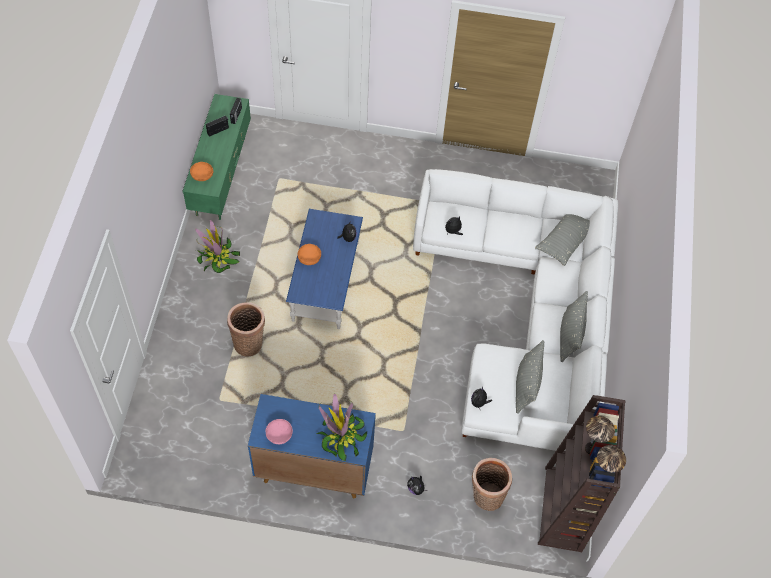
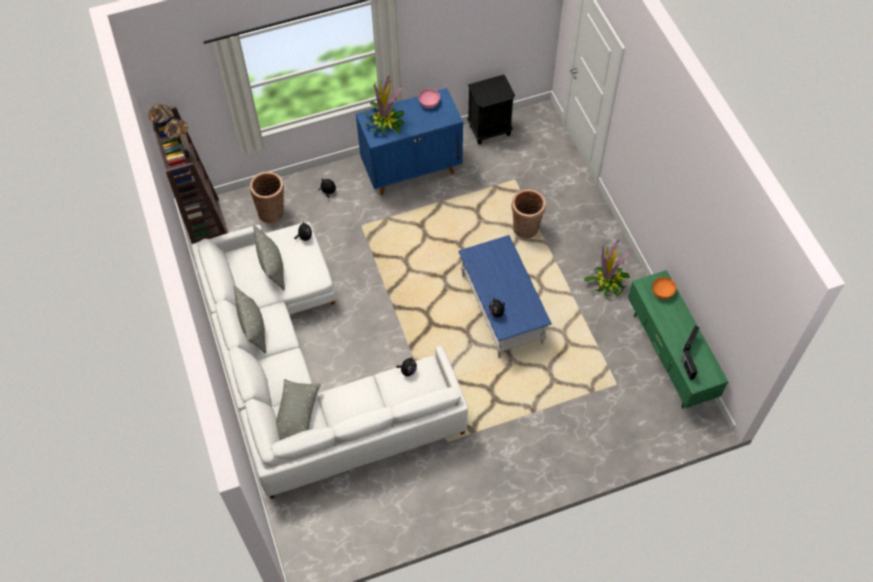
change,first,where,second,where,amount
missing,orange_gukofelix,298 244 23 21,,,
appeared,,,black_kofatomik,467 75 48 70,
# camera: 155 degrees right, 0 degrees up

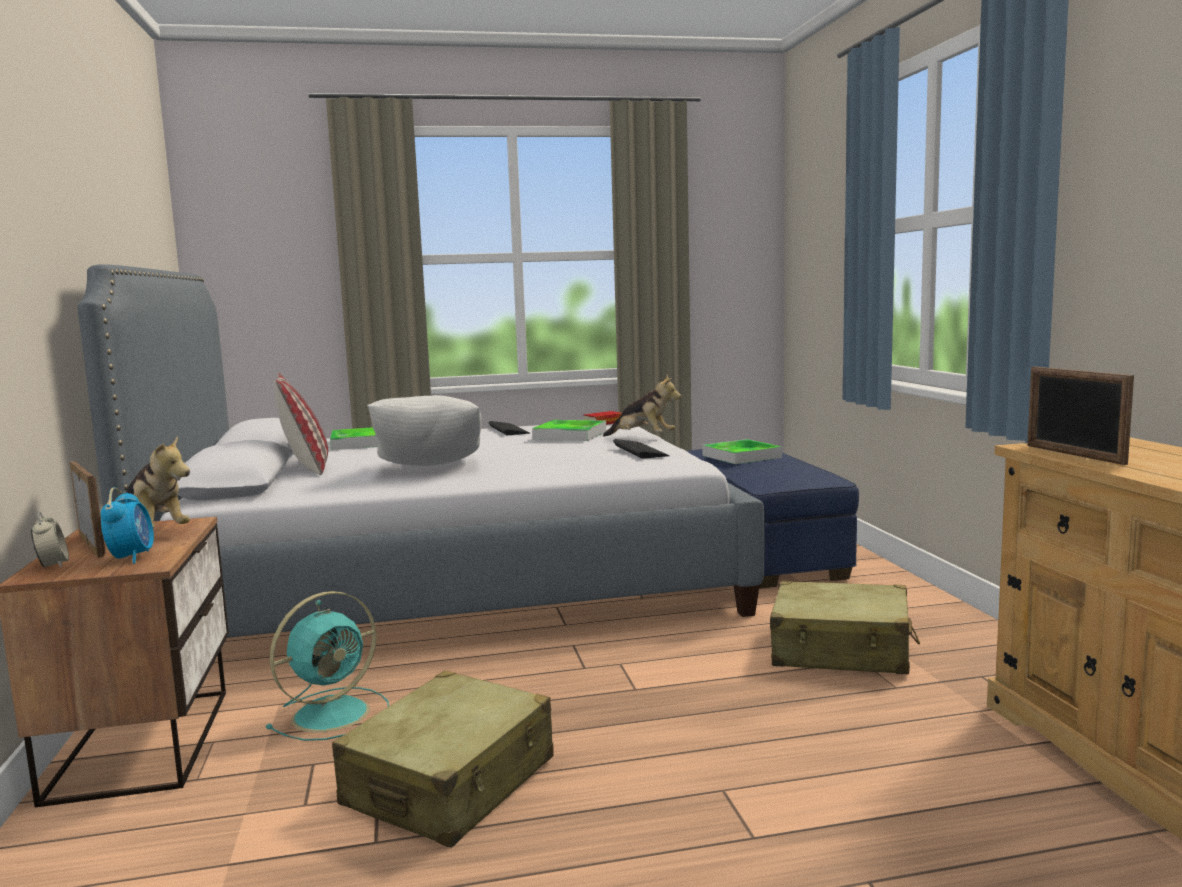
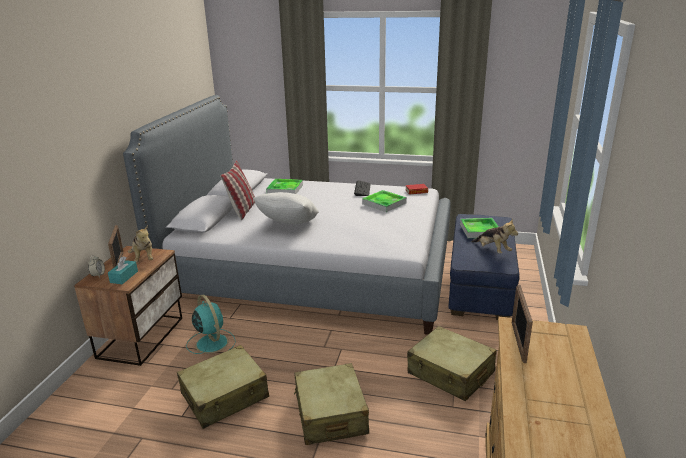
change,first,where,second,where,amount
relocated,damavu,603 375 78 62,,471 218 47 36,
missing,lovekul,613 439 57 20,,,
exchanged,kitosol,101 487 53 77,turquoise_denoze,108 256 30 28,
spun,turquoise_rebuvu,266 591 123 150,,186 295 50 59,105 degrees counterclockwise
appeared,,,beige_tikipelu,294 363 75 82,
# camera: 25 degrees right, 15 degrees up

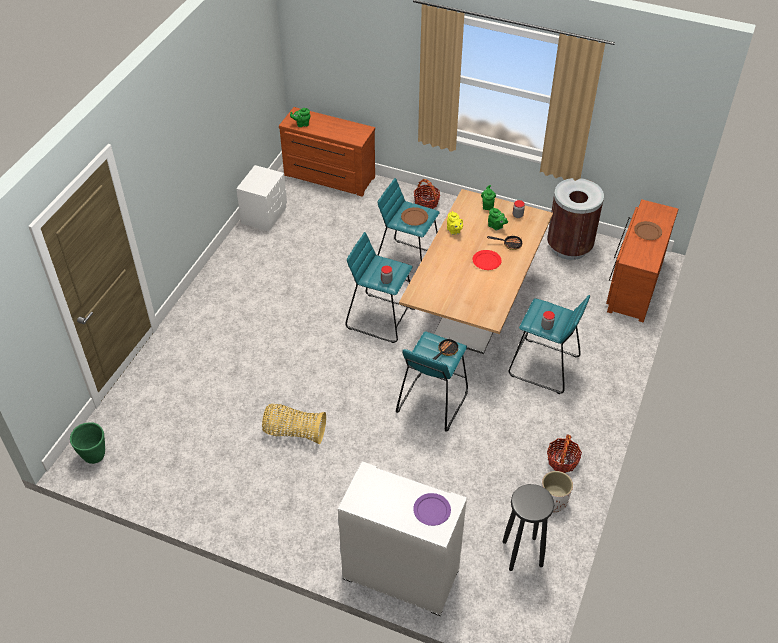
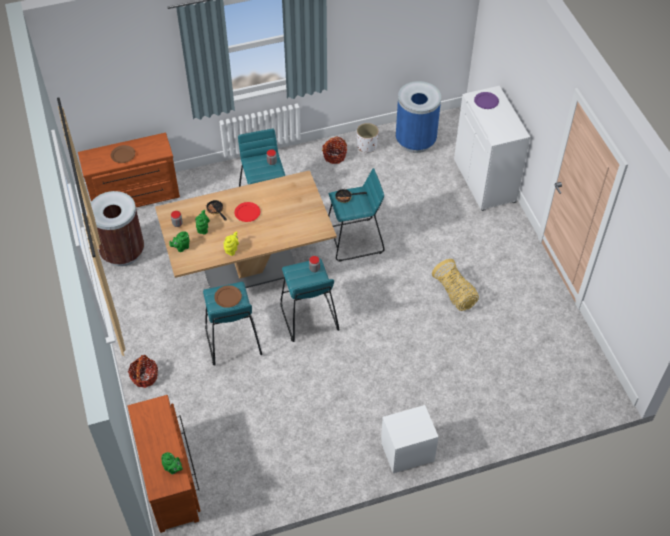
change,first,where,second,where,amount
relocated,white_kofatomik,236 165 51 66,,381 405 58 68,
missing,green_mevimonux,70 423 35 41,,,
exchanged,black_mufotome,503 484 51 87,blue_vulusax,396 81 45 72,
# camera: 130 degrees left, 5 degrees up

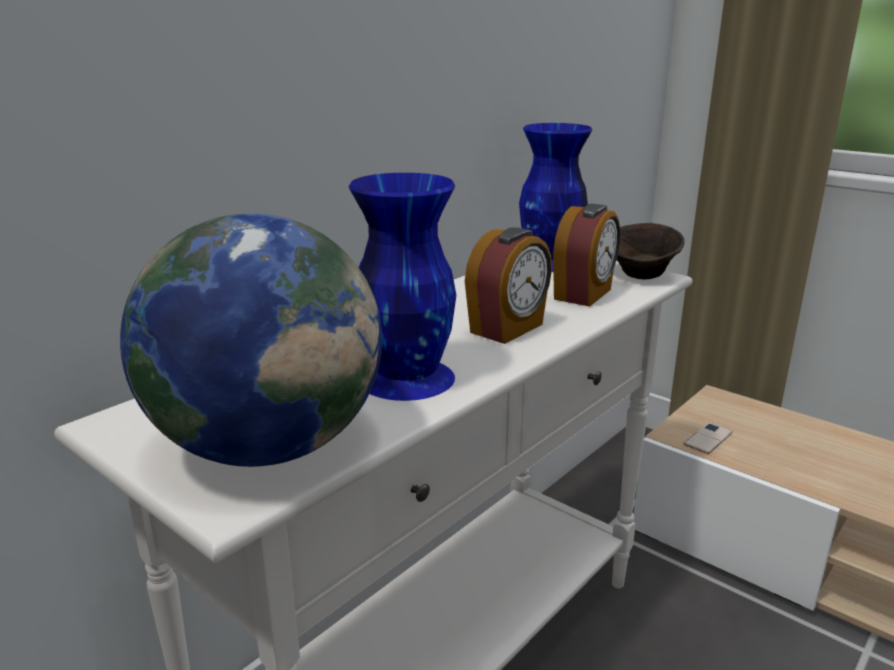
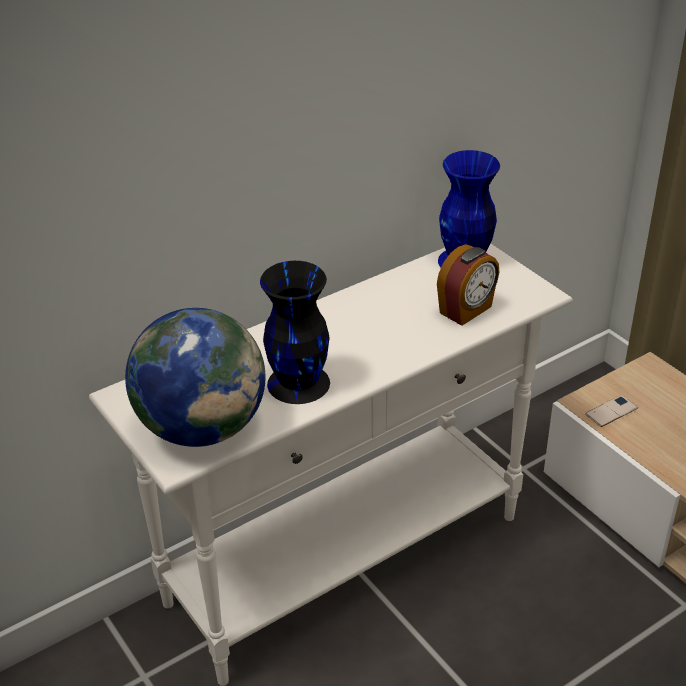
change,first,where,second,where,amount
colour,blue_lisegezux,349 173 107 228,black_lisegezux,260 261 70 143,
missing,brown_gukofelix,617 223 68 56,,,
missing,kitosol,465 227 87 117,,,
# camera: 15 degrees right, 15 degrees up

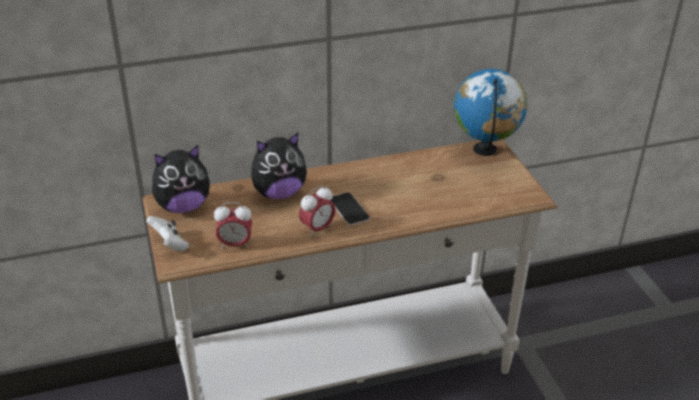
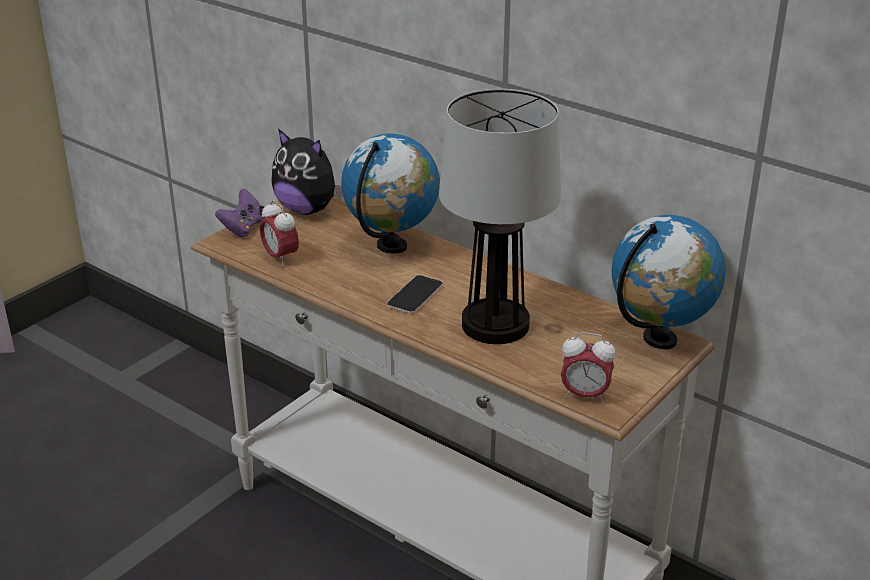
change,first,where,second,where,amount
exchanged,damavu,251 133 56 66,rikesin,341 134 99 120,
relocated,kitosol,299 185 37 52,,561 332 55 71,
colour,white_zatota,146 216 43 35,purple_zatota,215 188 50 49,
appeared,,,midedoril,439 89 122 255,
# camera: 55 degrees right, 5 degrees down

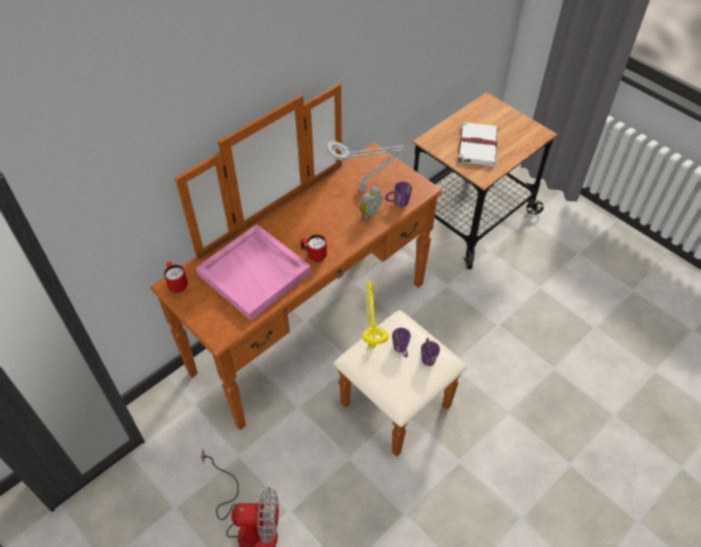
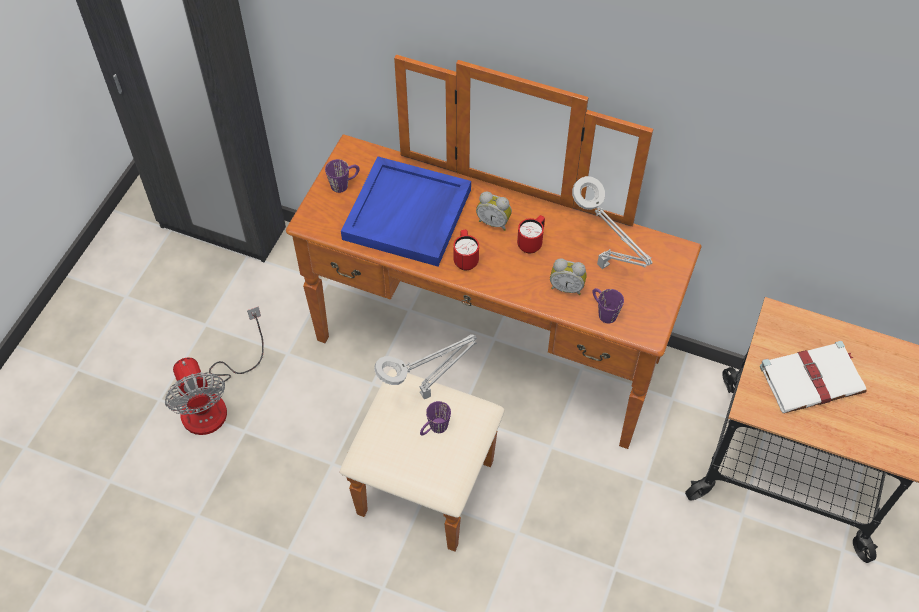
change,first,where,second,where,amount
colour,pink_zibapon,196 224 115 96,blue_zibapon,341 157 130 109,
relocated,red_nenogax,164 262 24 31,,517 215 28 39,
colour,yellow_midedoril,362 281 26 67,grey_midedoril,374 334 103 66,
relocated,purple_nenogax,421 338 19 28,,325 159 35 34,
appeared,,,kitosol,476 192 36 39,
# camera: 65 degrees right, 5 degrees up

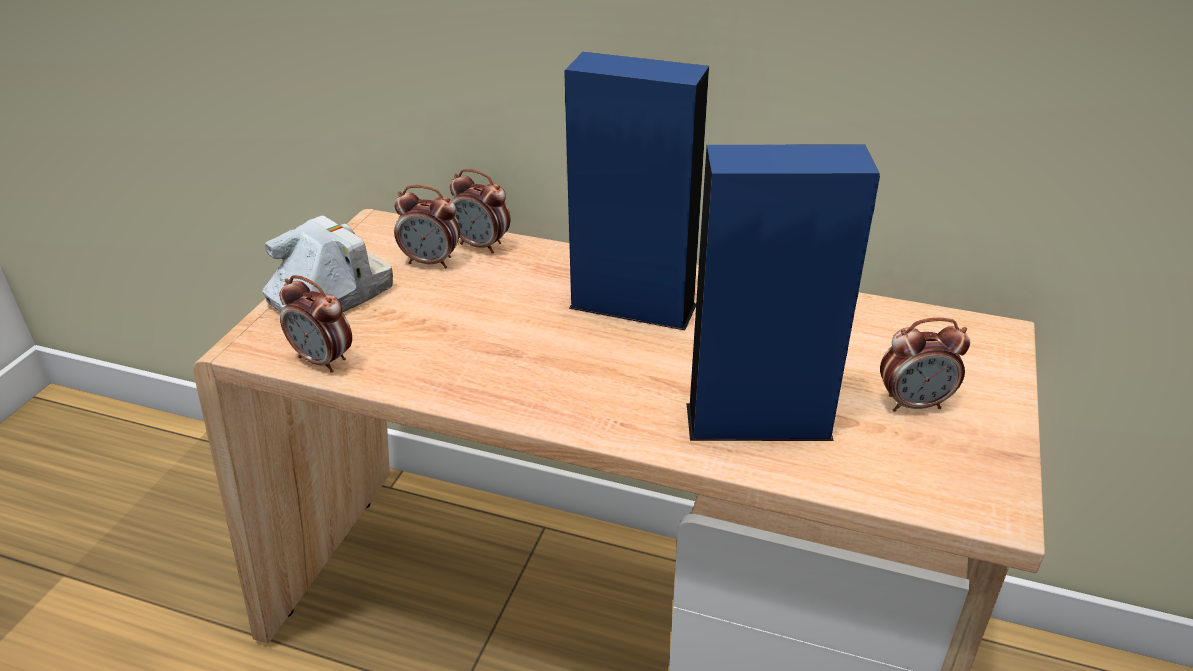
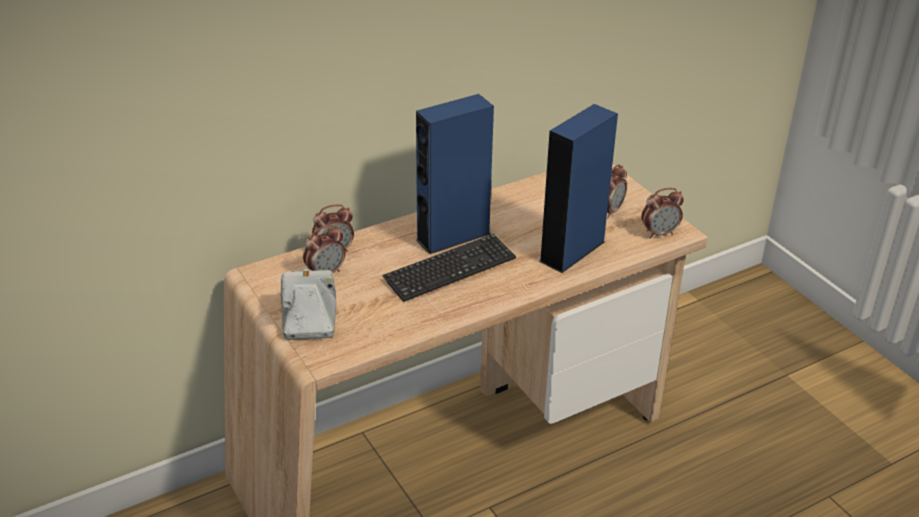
change,first,where,second,where,amount
relocated,kitosol,279 275 73 98,,641 188 43 50,
appeared,,,lovekul,383 234 133 68,
# camera: 50 degrees left, 0 degrees up

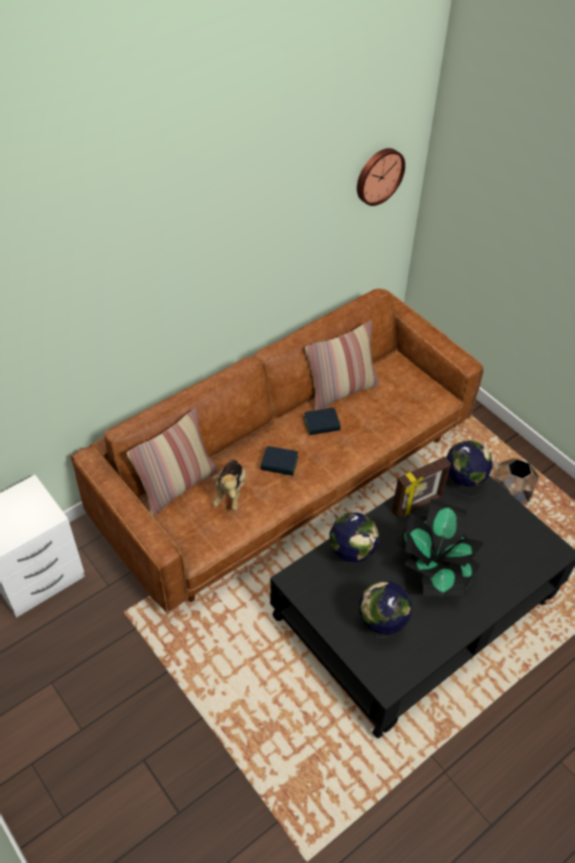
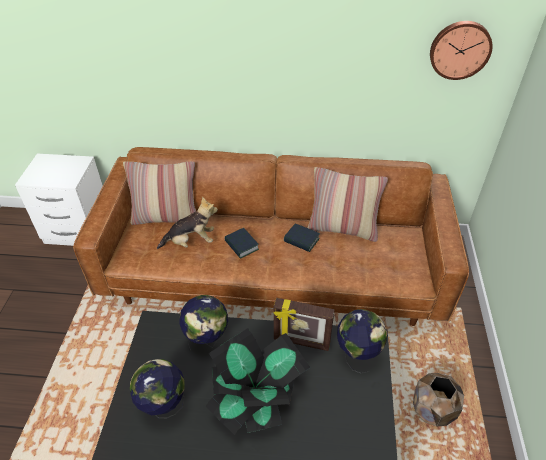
change,first,where,second,where,amount
spun,damavu,212 459 34 51,,157 196 61 53,150 degrees counterclockwise
# camera: 45 degrees right, 5 degrees down

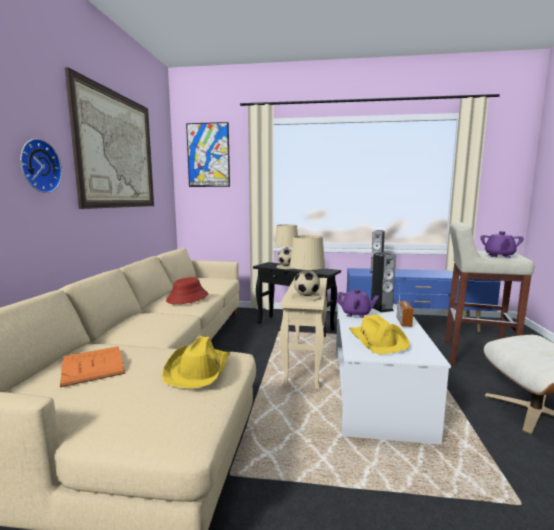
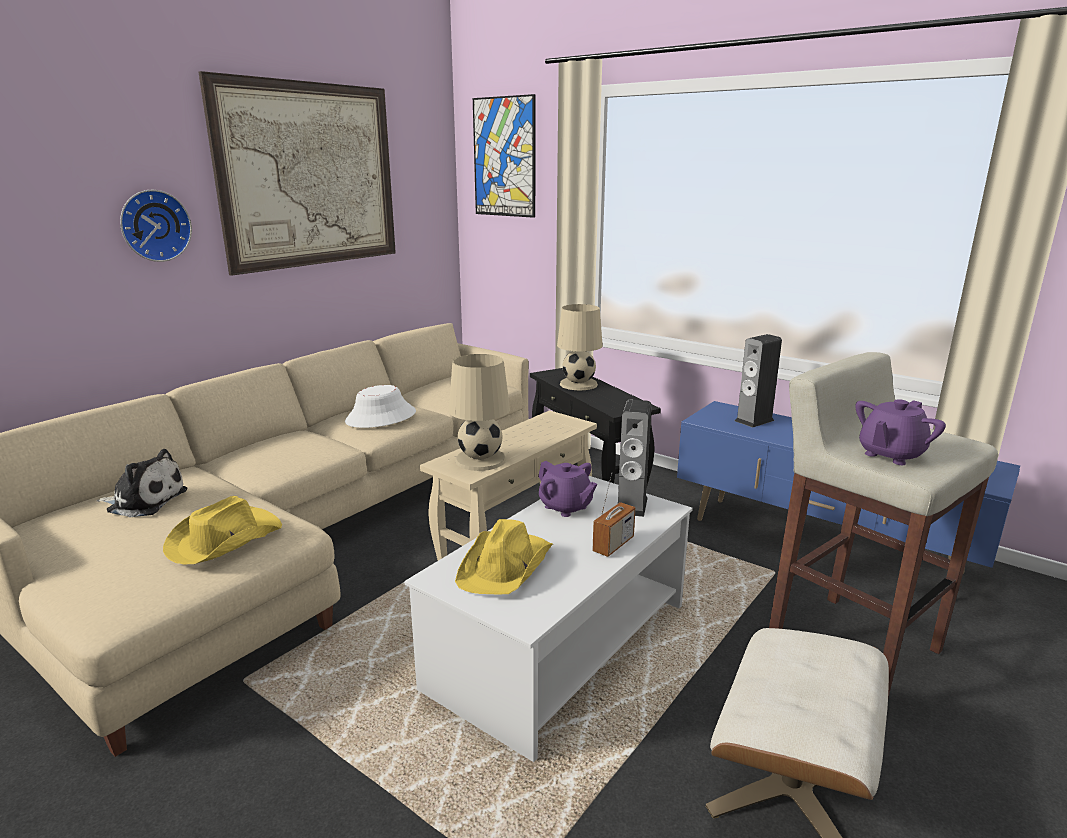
change,first,where,second,where,amount
colour,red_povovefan,166 277 42 27,white_povovefan,345 385 71 43,
exchanged,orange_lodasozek,60 346 65 41,damavu,96 449 91 68,
# camera: 30 degrees right, 10 degrees up

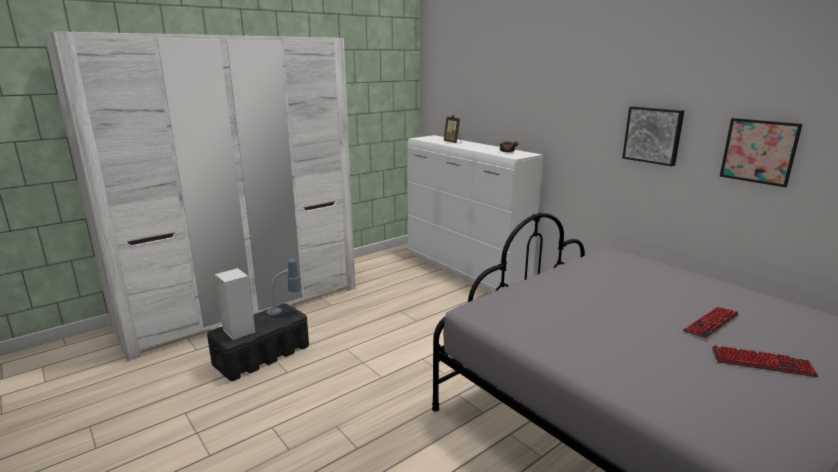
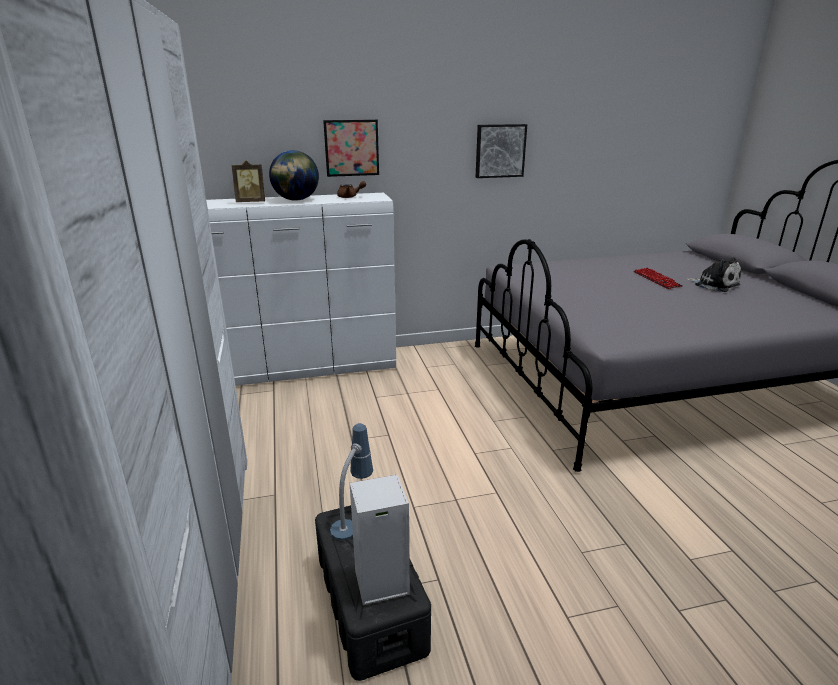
change,first,where,second,where,amount
relocated,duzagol,720 118 82 69,,323 120 56 57,
exchanged,lovekul,712 345 106 32,damavu,685 257 56 35,
appeared,,,rikesin,269 150 50 51,
# camera: 65 degrees left, 5 degrees up

